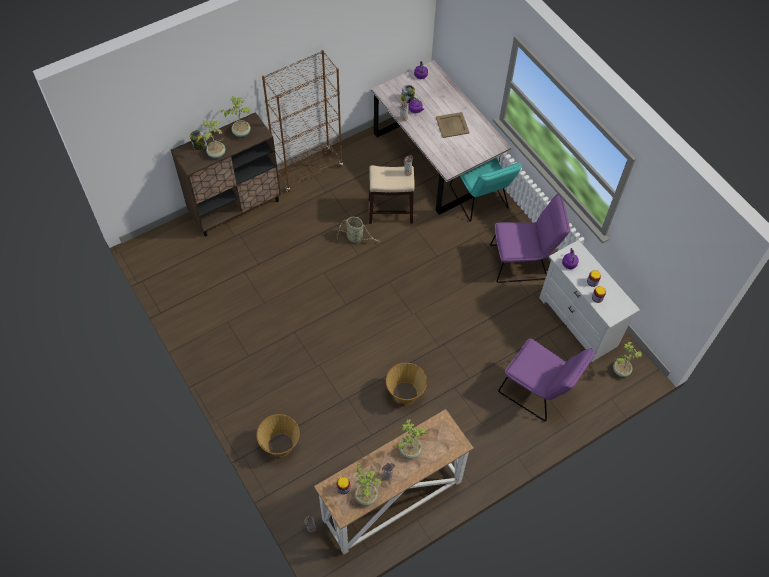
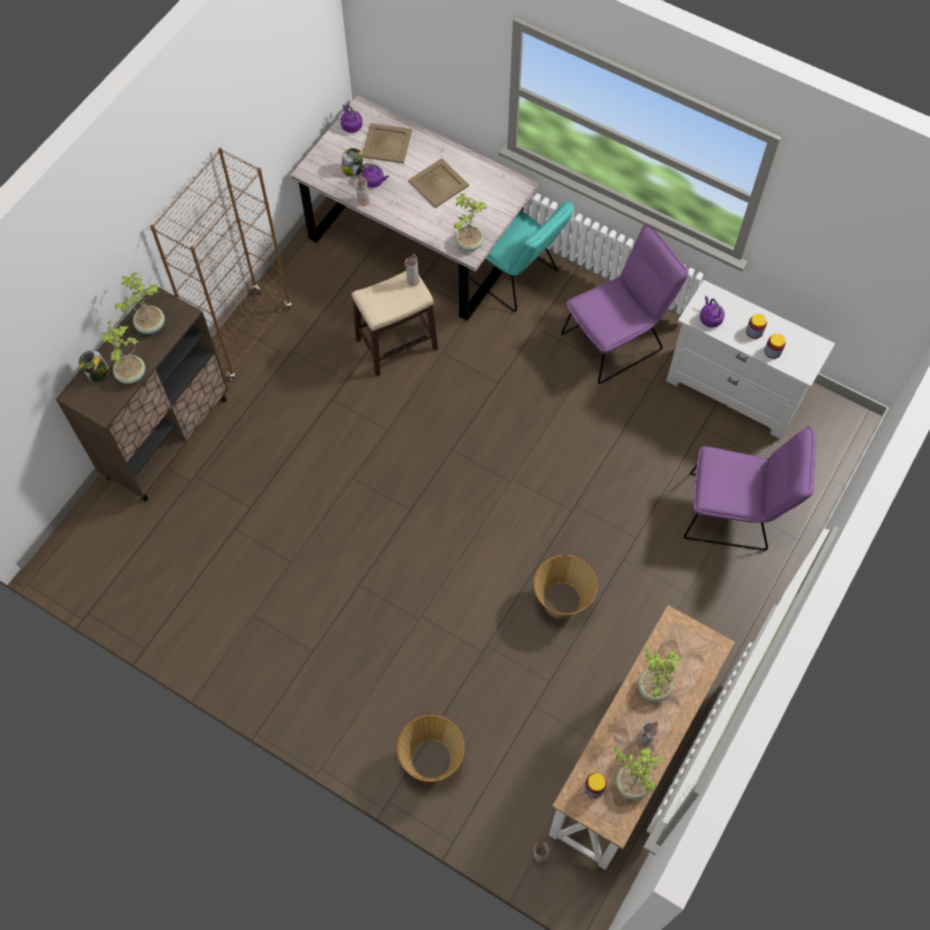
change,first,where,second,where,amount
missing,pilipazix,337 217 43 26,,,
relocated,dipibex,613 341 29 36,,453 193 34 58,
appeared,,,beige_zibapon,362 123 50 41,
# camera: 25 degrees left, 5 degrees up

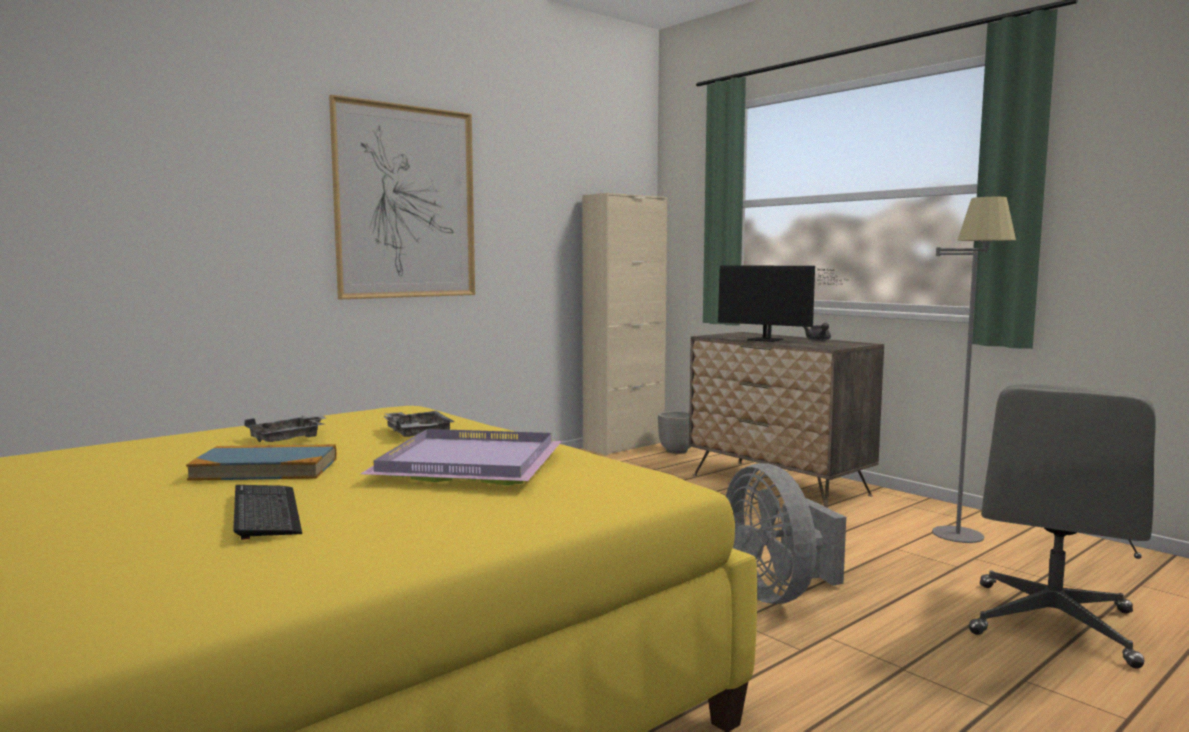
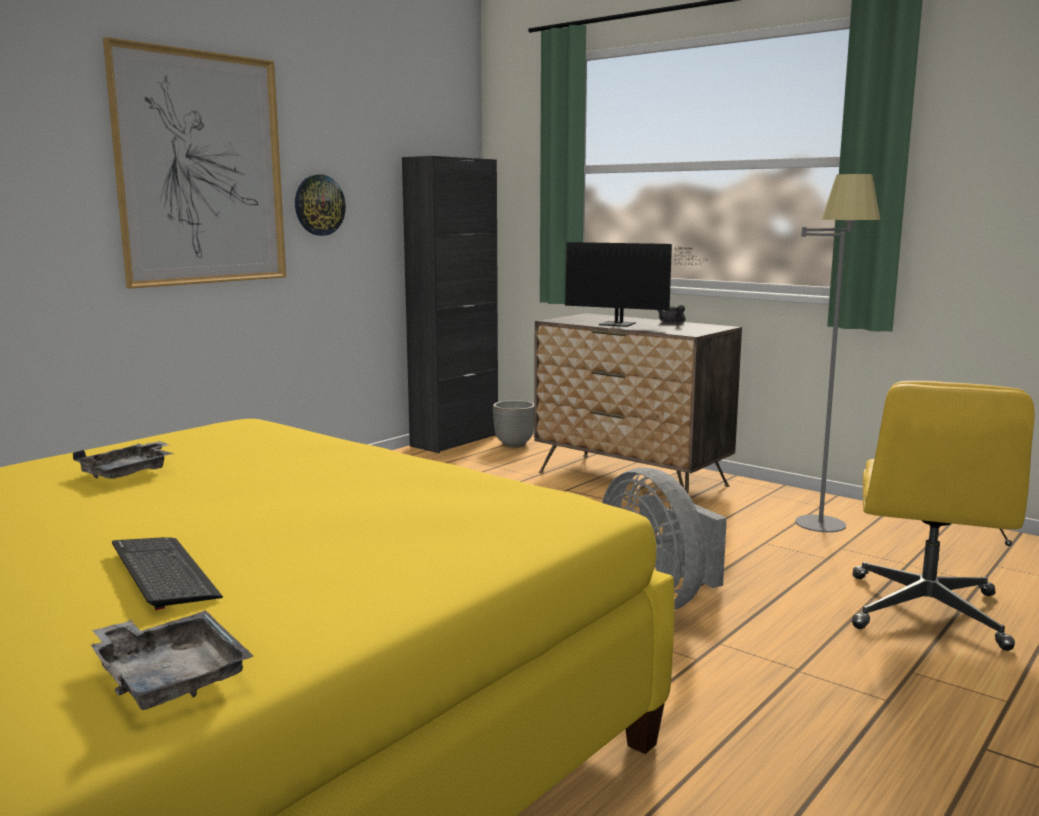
change,first,where,second,where,amount
colour,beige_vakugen,583 193 84 262,black_vakugen,402 156 96 297,
colour,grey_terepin,969 384 187 284,yellow_terepin,852 381 183 270,
relocated,grey_zibapon,383 411 71 26,,91 611 162 99,
missing,purple_zibapon,360 429 202 56,,,
missing,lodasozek,186 444 150 37,,,
appeared,,,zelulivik,295 174 51 62,
# camera: 10 degrees left, 5 degrees up

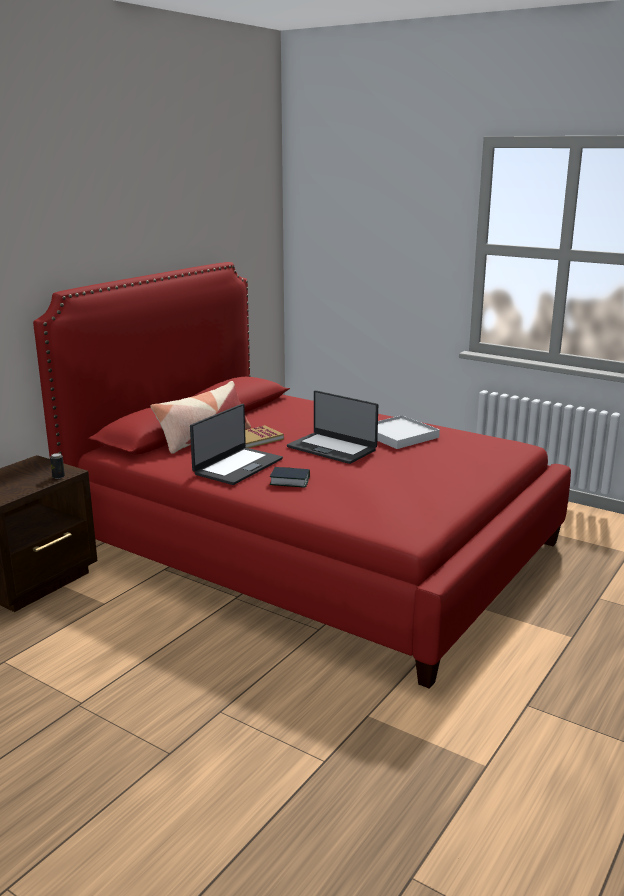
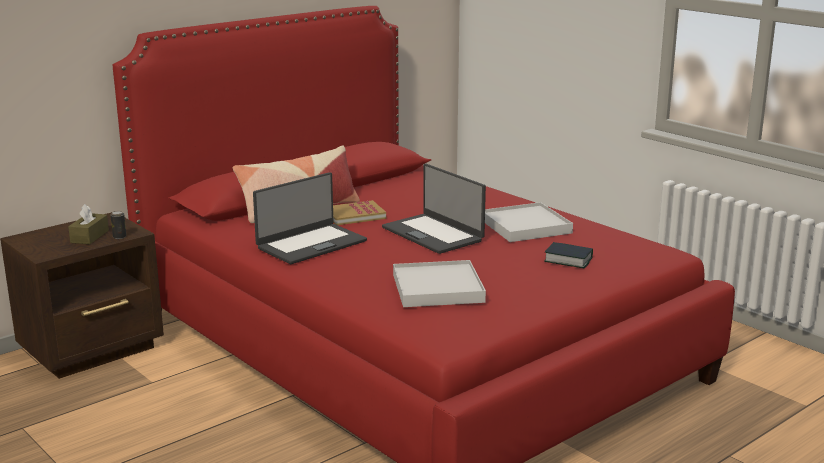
change,first,where,second,where,amount
relocated,lodasozek,270 467 40 21,,544 242 49 27,
appeared,,,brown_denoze,68 204 41 40,
appeared,,,white_zibapon,393 260 93 47,
# camera: 15 degrees right, 0 degrees up

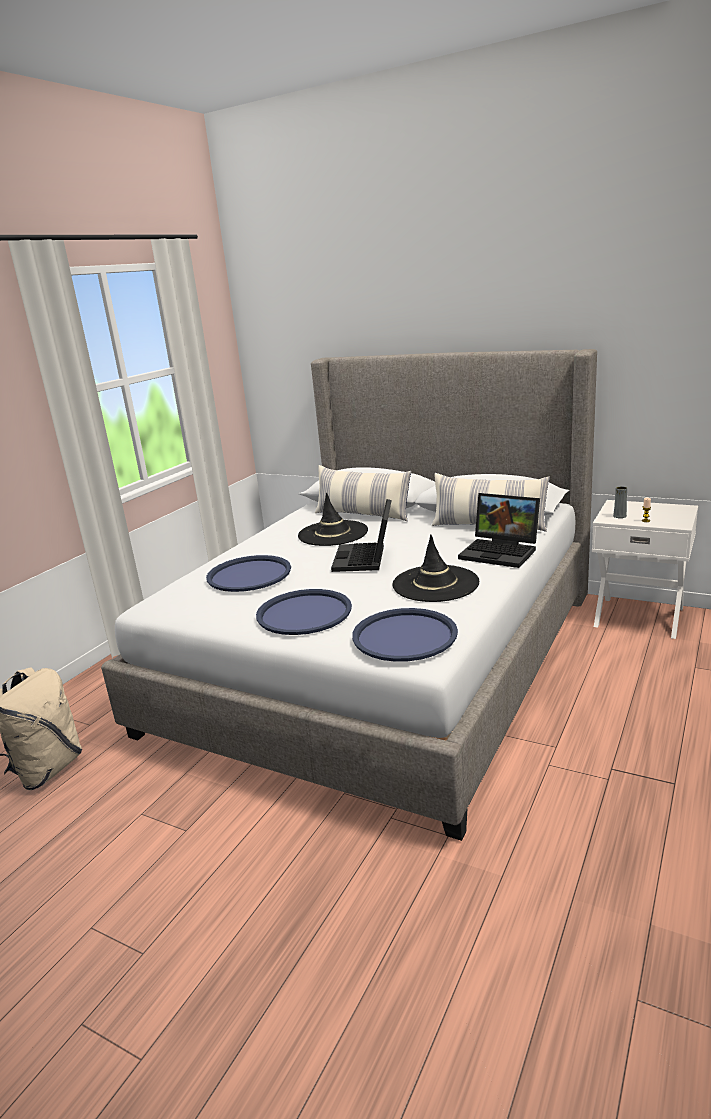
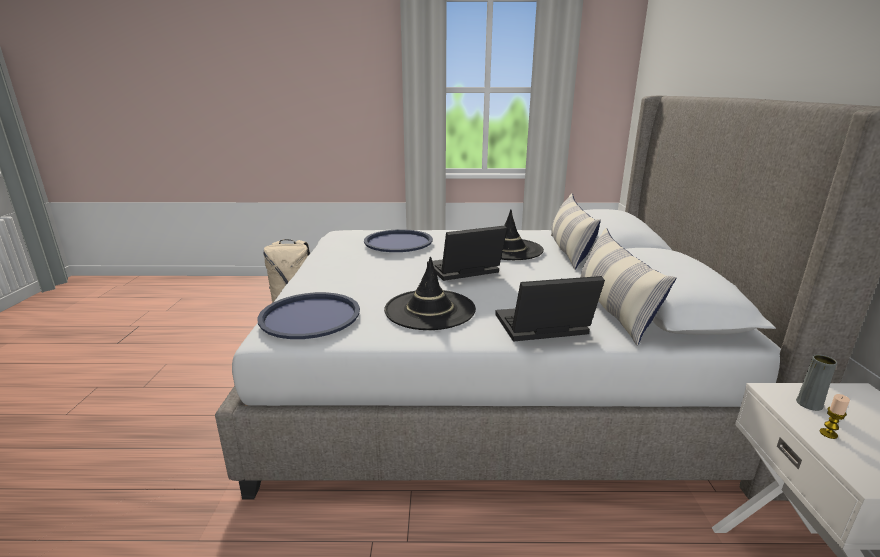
change,first,where,second,where,amount
spun,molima,458 493 82 75,,495 276 110 66,75 degrees clockwise
missing,blue_zibapon,256 589 96 46,,,
# camera: 60 degrees right, 0 degrees up

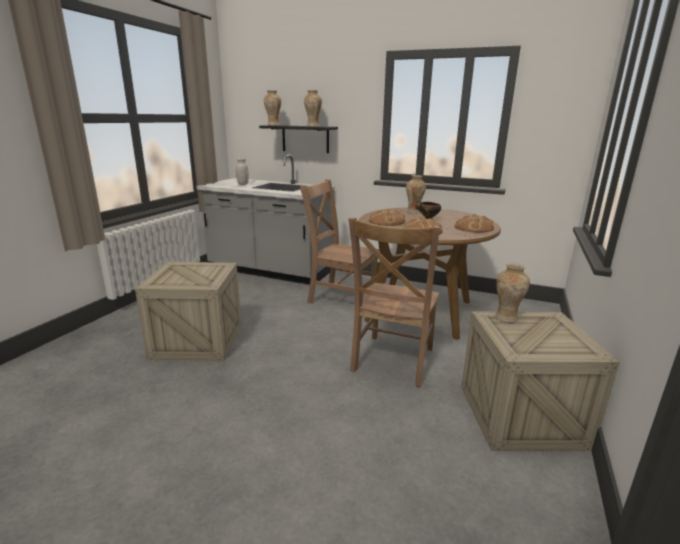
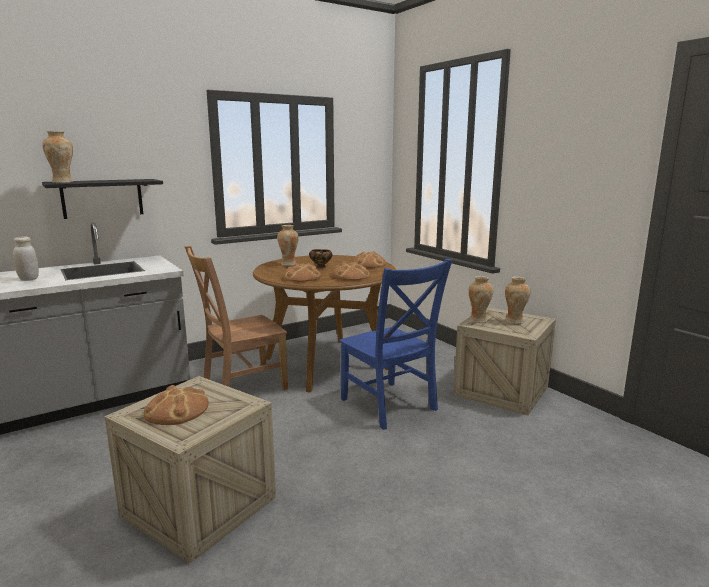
change,first,where,second,where,amount
relocated,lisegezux,304 90 18 37,,505 276 26 48,
colour,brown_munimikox,349 217 91 170,blue_munimikox,339 259 113 171,
appeared,,,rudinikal,144 385 65 40,
# camera: 55 degrees left, 5 degrees down

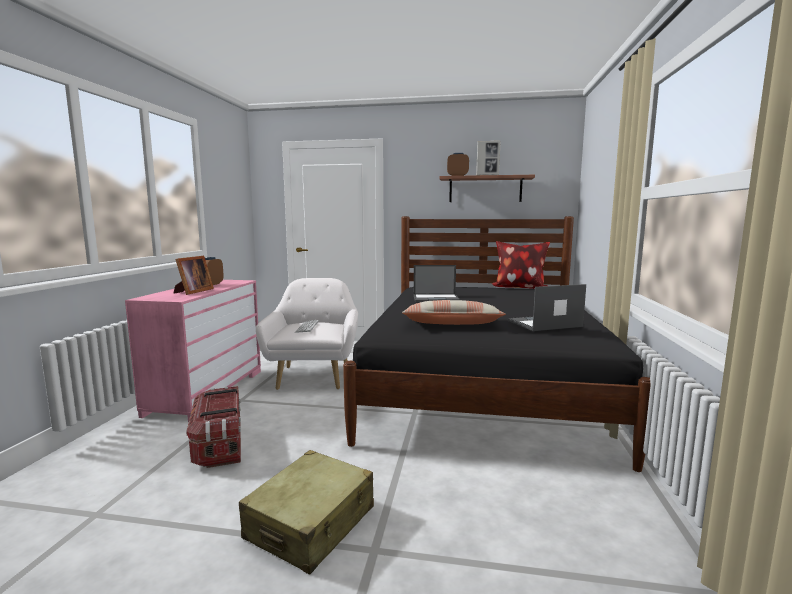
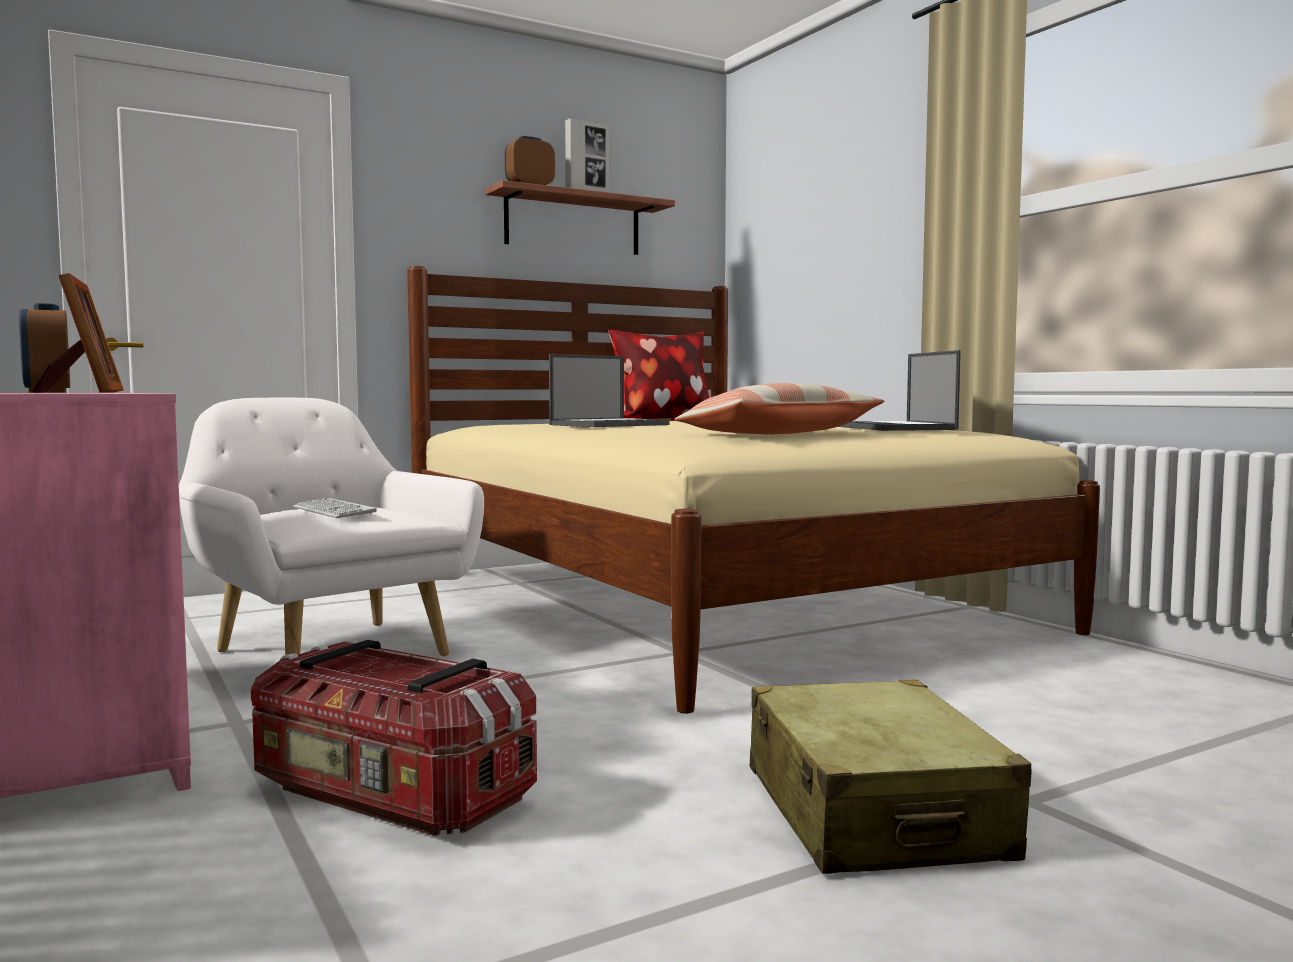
change,first,where,second,where,amount
colour,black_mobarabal,343 216 308 256,beige_mobarabal,407 266 693 448,
spun,molima,508 284 78 47,,838 350 123 81,45 degrees counterclockwise
# camera: 40 degrees left, 5 degrees down

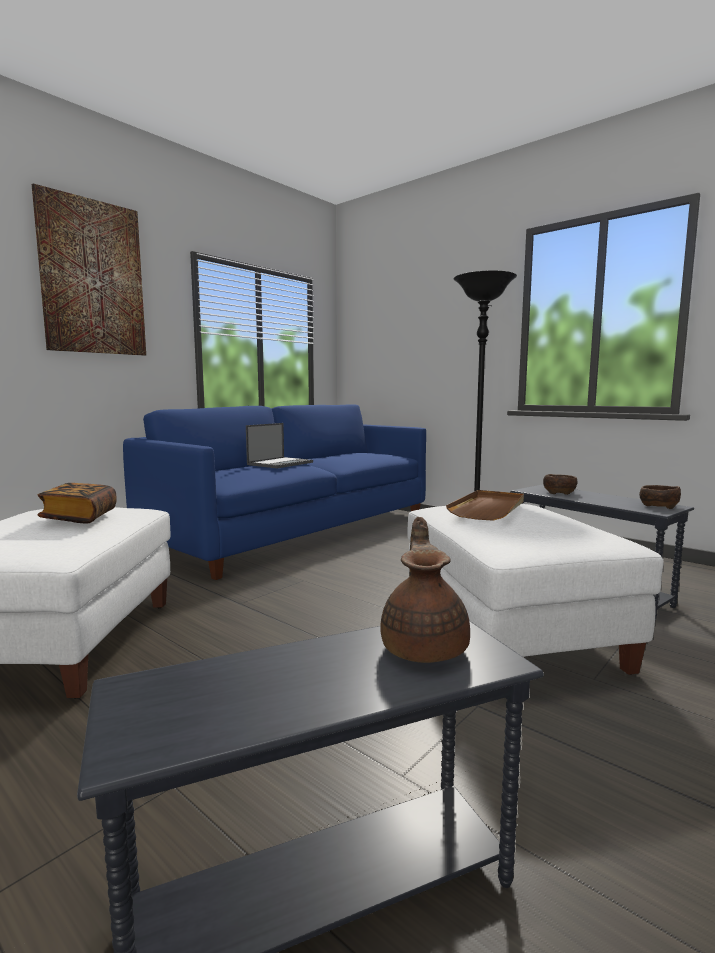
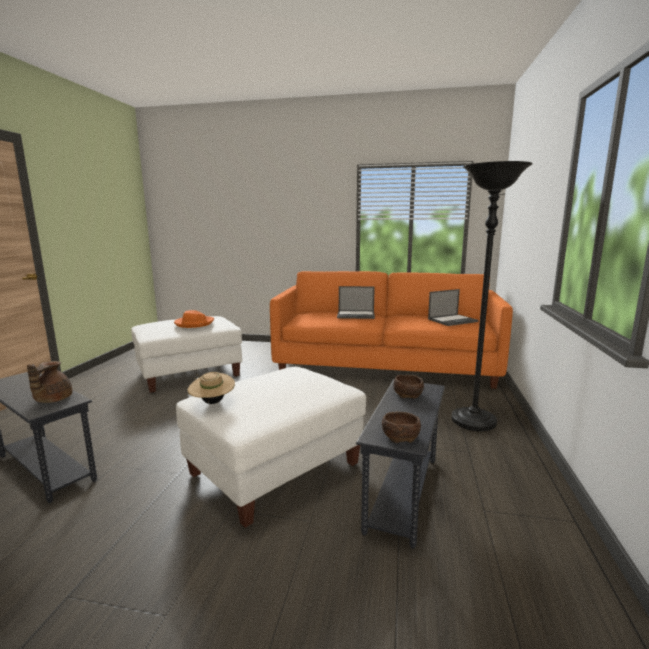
change,first,where,second,where,amount
missing,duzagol,32 183 114 173,,,
colour,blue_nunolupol,123 404 303 176,orange_nunolupol,270 271 243 118,
exchanged,lodasozek,37 483 80 40,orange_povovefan,174 310 40 18,
missing,brown_zibapon,446 490 78 31,,,
spun,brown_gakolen,380 517 90 146,,27 361 46 42,120 degrees clockwise
appeared,,,molima,428 289 51 37,
appeared,,,beige_povovefan,188 372 47 32,
# camera: 60 degrees right, 5 degrees up

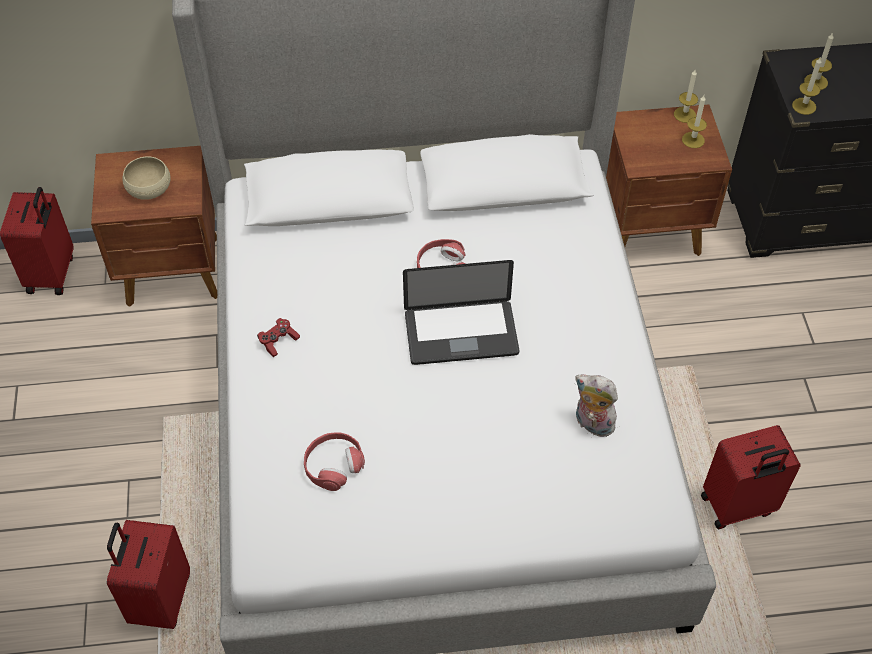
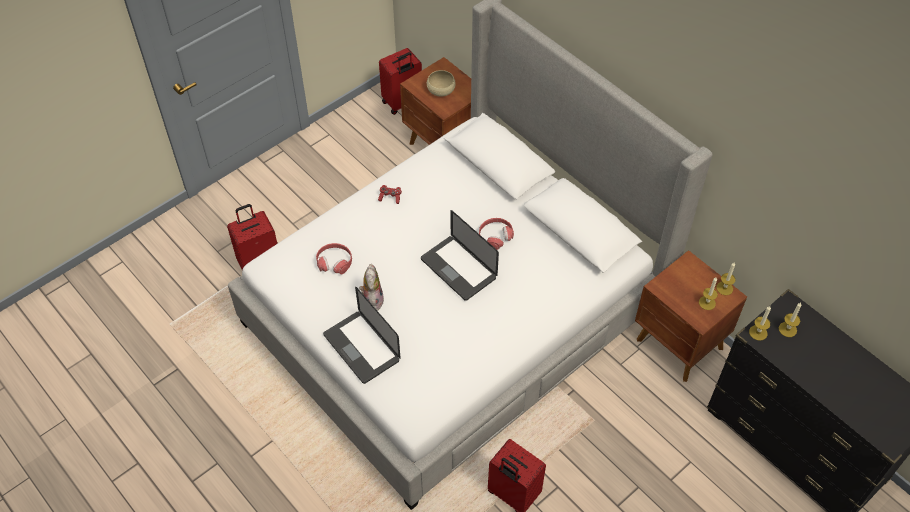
change,first,where,second,where,amount
relocated,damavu,575 375 43 62,,359 264 25 47,
appeared,,,molima,323 287 78 97,
# camera: 55 degrees right, 0 degrees up

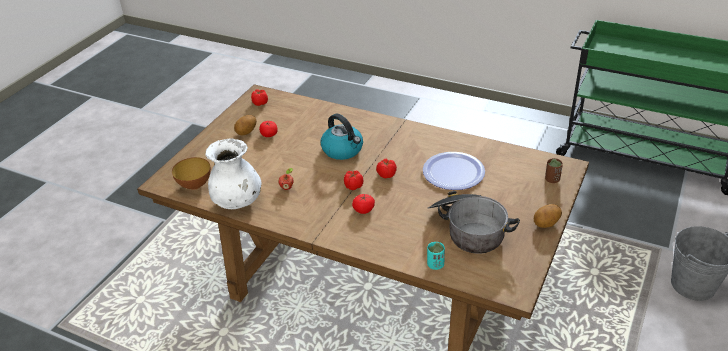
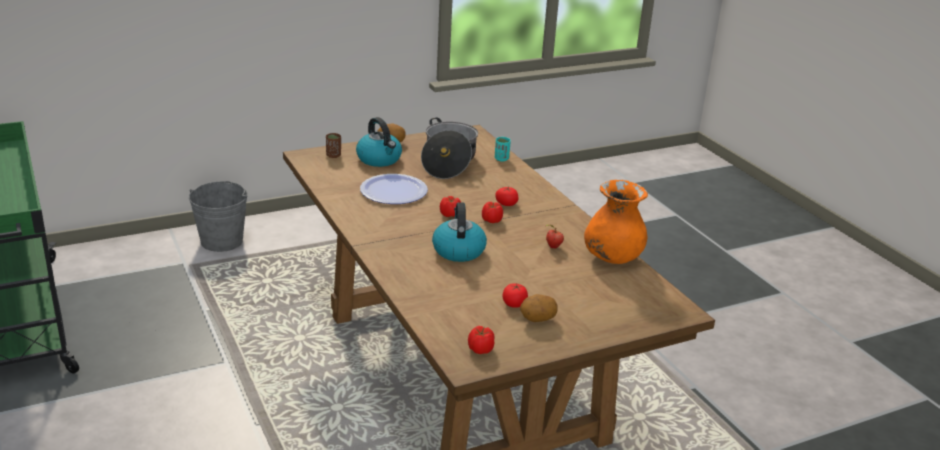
change,first,where,second,where,amount
colour,white_lisegezux,205 138 56 71,orange_lisegezux,584 180 64 84,
missing,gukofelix,172 157 39 33,,,
appeared,,,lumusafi,356 117 46 50,
# camera: 145 degrees left, 10 degrees down

